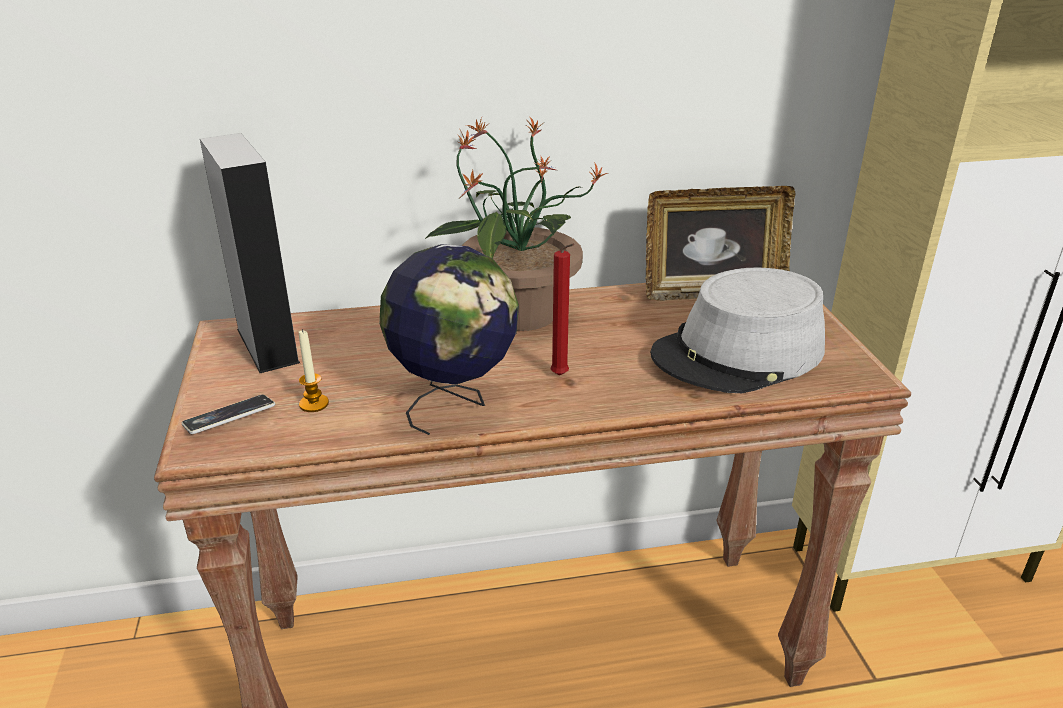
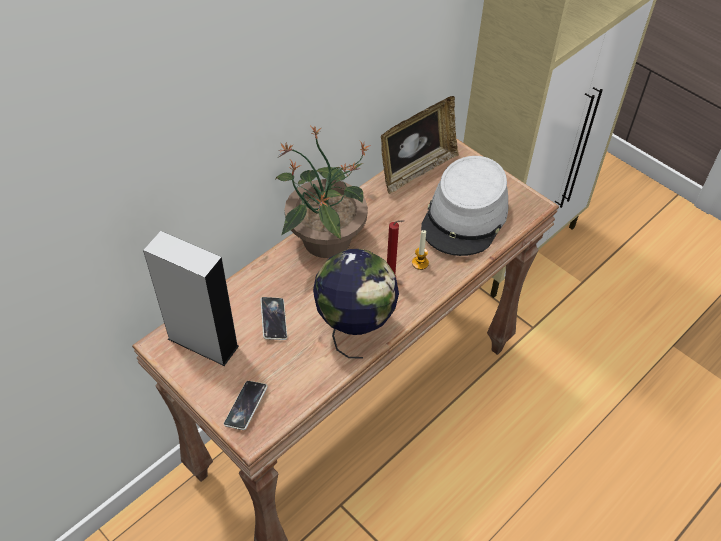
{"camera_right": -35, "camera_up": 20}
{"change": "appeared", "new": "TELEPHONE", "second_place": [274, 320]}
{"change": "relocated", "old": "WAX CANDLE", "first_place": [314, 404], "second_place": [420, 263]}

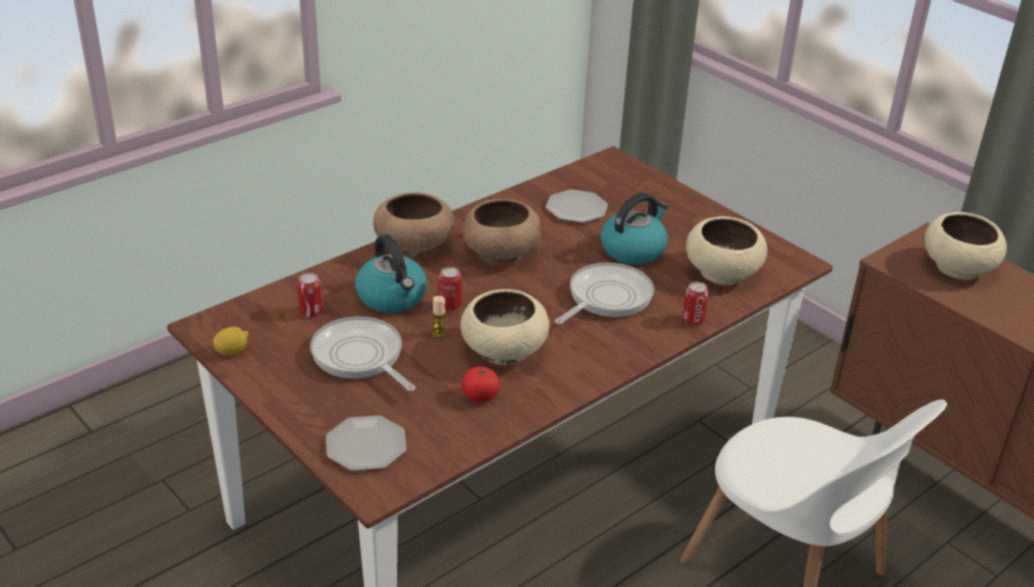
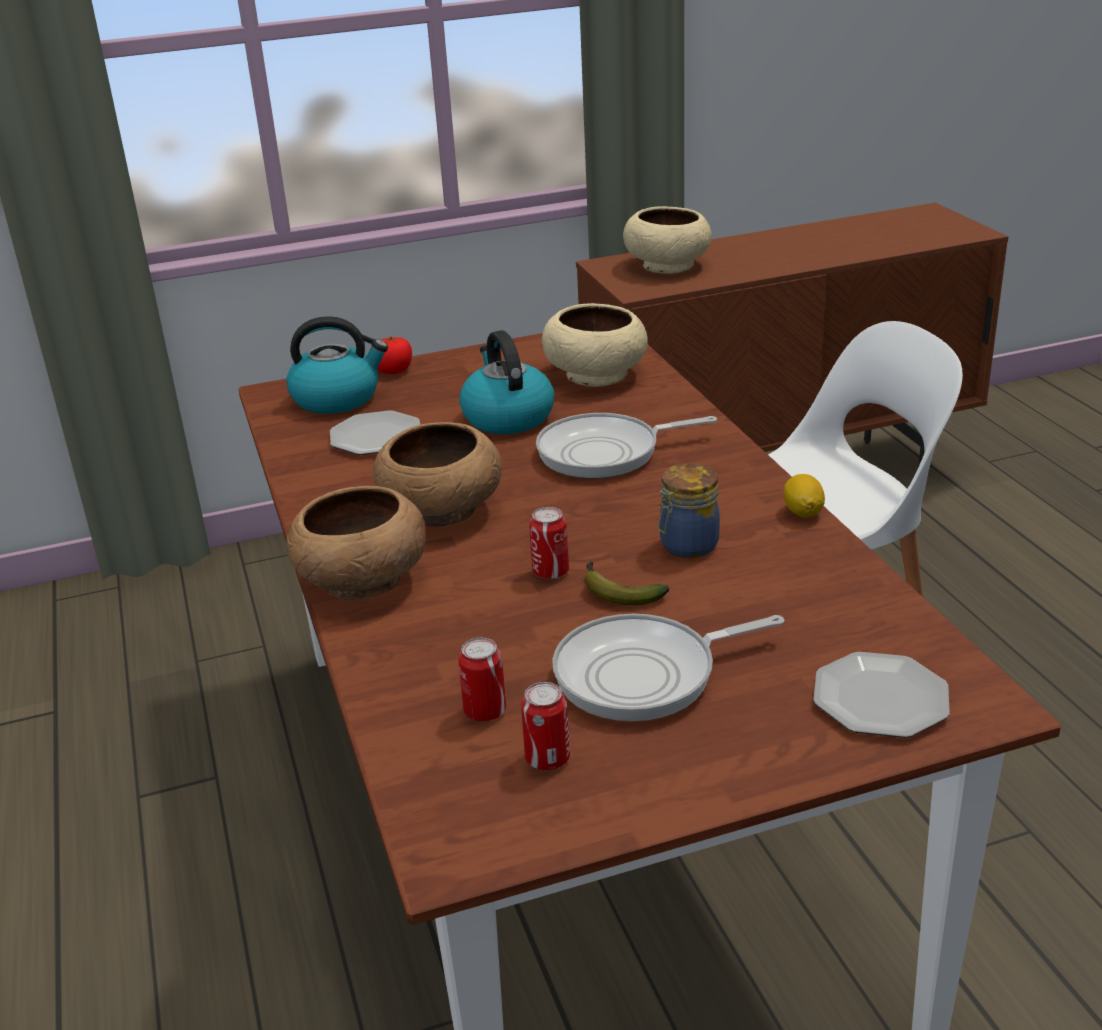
{"camera_right": -65, "camera_up": -5}
{"change": "relocated", "old": "LEMON", "first_place": [232, 351], "second_place": [803, 512]}
{"change": "relocated", "old": "TEA KETTLE", "first_place": [392, 297], "second_place": [337, 398]}
{"change": "relocated", "old": "WHOLE TOMATO", "first_place": [480, 396], "second_place": [394, 370]}
{"change": "relocated", "old": "CAN", "first_place": [693, 320], "second_place": [547, 758]}
{"change": "exchanged", "old": "WAX CANDLE", "new": "BANANA", "first_place": [439, 333], "second_place": [618, 592]}
{"change": "exchanged", "old": "SAND-COLOURED BOWL", "new": "STORAGE JAR", "first_place": [503, 350], "second_place": [687, 545]}
{"change": "spun", "old": "FRYING PAN", "first_place": [606, 298], "second_place": [606, 453], "degrees": -75}

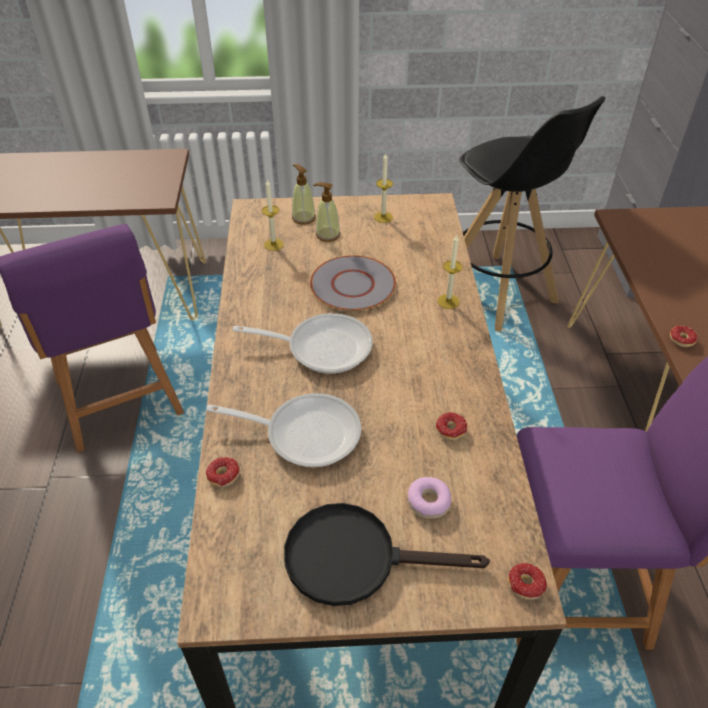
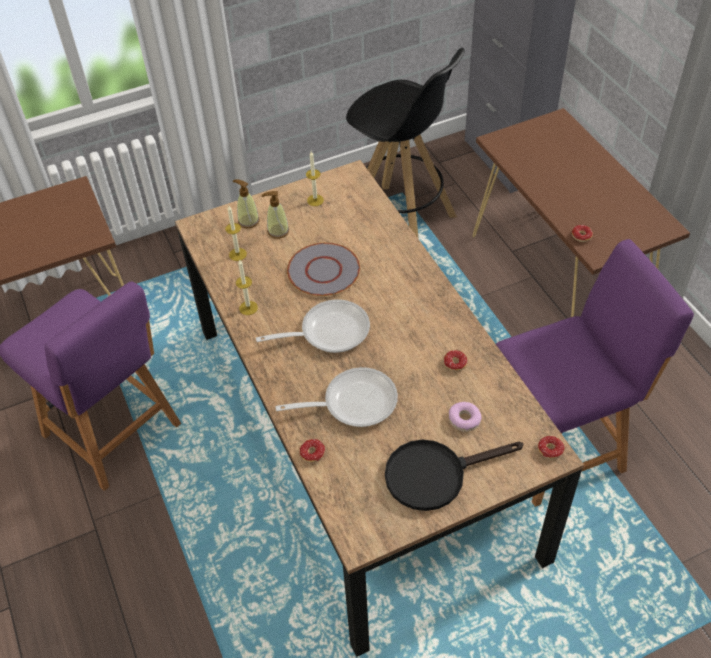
{"camera_right": -20, "camera_up": 5}
{"change": "relocated", "old": "WAX CANDLE", "first_place": [448, 301], "second_place": [248, 308]}

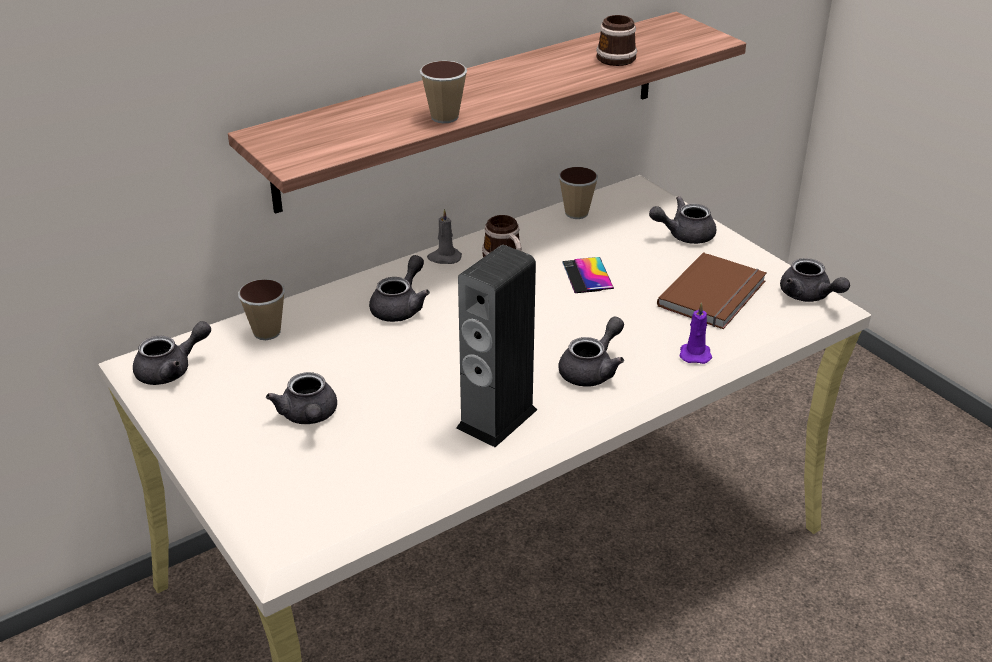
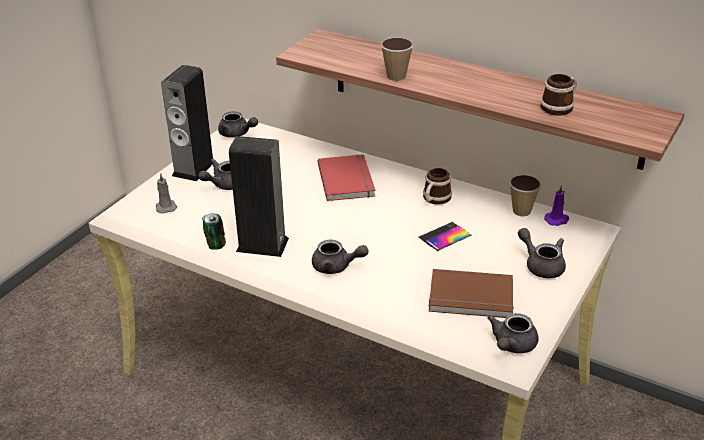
{"camera_right": 65, "camera_up": 0}
{"change": "missing", "old": "CUP", "first_place": [267, 332]}
{"change": "appeared", "new": "AUDIO SPEAKER", "second_place": [194, 168]}
{"change": "appeared", "new": "CAN", "second_place": [215, 245]}
{"change": "relocated", "old": "GREY WAX CANDLE", "first_place": [444, 258], "second_place": [165, 207]}
{"change": "relocated", "old": "PURPLISH WAX CANDLE", "first_place": [695, 354], "second_place": [557, 220]}
{"change": "exchanged", "old": "GREY TEA POT", "new": "RED-COLOURED BOUND BOOK", "first_place": [401, 307], "second_place": [348, 179]}

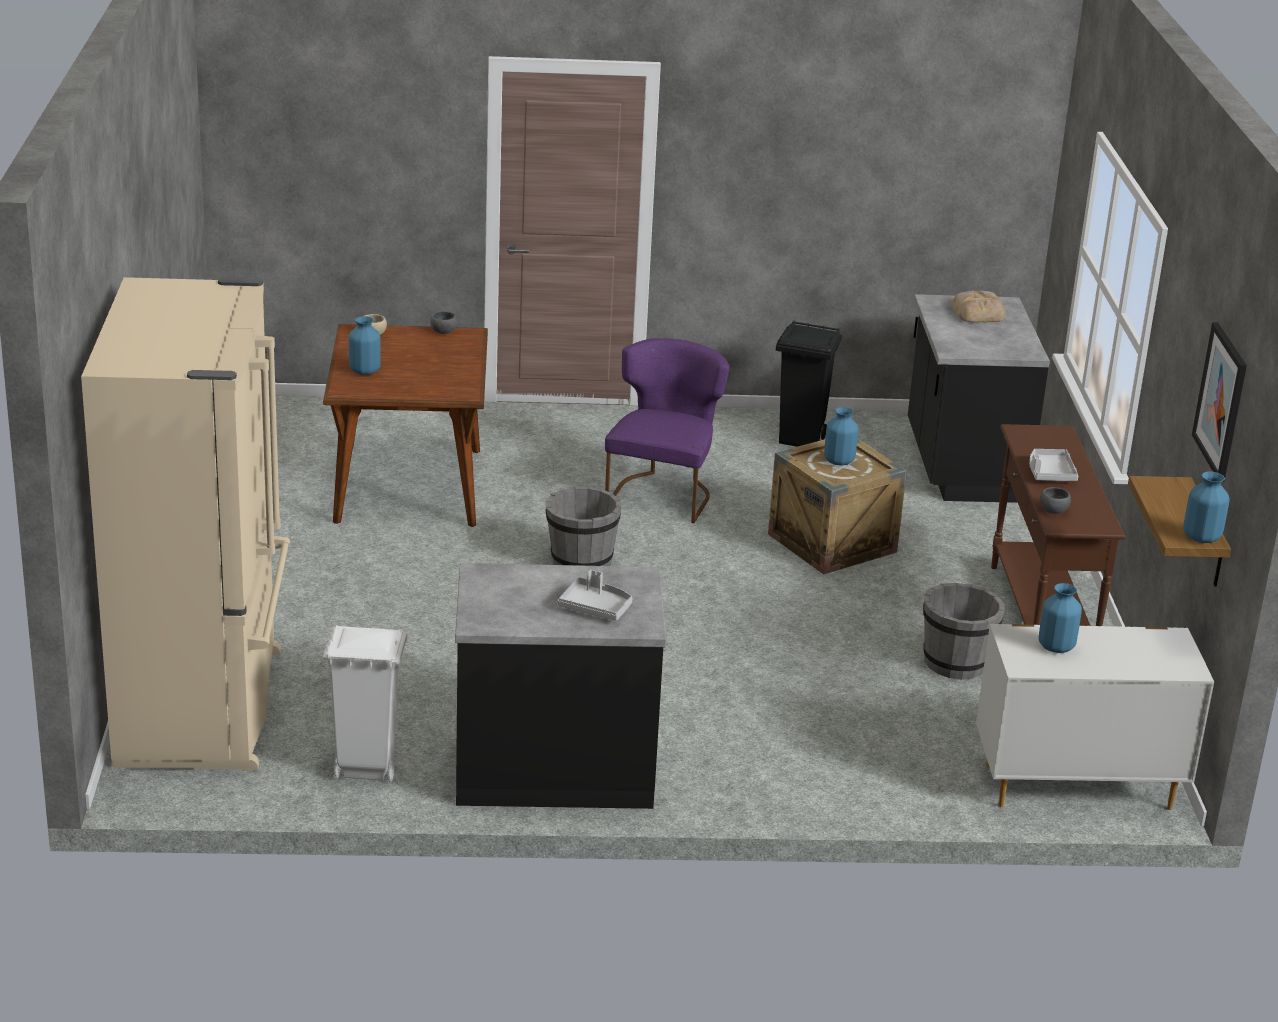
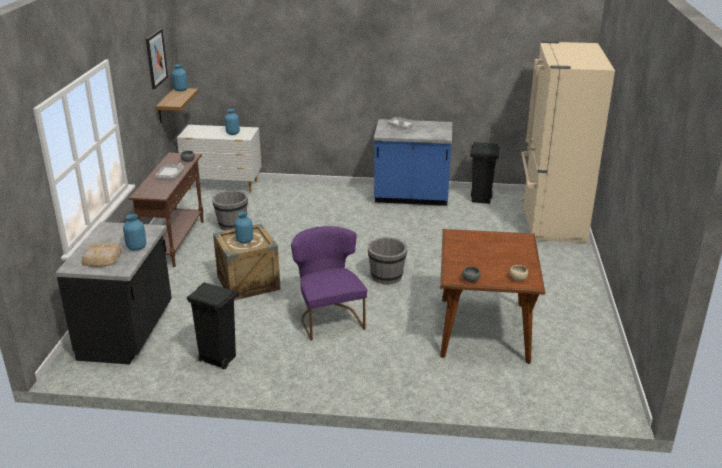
{"camera_right": -170, "camera_up": 0}
{"change": "relocated", "old": "BLUE-COLOURED DECORATIVE VASE", "first_place": [365, 371], "second_place": [136, 247]}
{"change": "colour", "old": "WHITE-COLOURED WASTE BIN", "new": "BLACK WASTE BIN", "first_place": [365, 769], "second_place": [481, 199]}
{"change": "colour", "old": "BLACK COUNTER", "new": "BLUE-COLOURED COUNTER", "first_place": [554, 768], "second_place": [411, 197]}
{"change": "spun", "old": "PURPLISH UPRIGHT CHAIR", "first_place": [663, 493], "second_place": [329, 318], "degrees": 135}

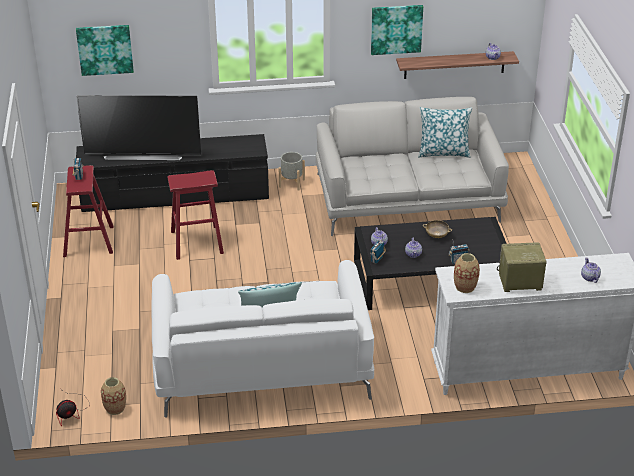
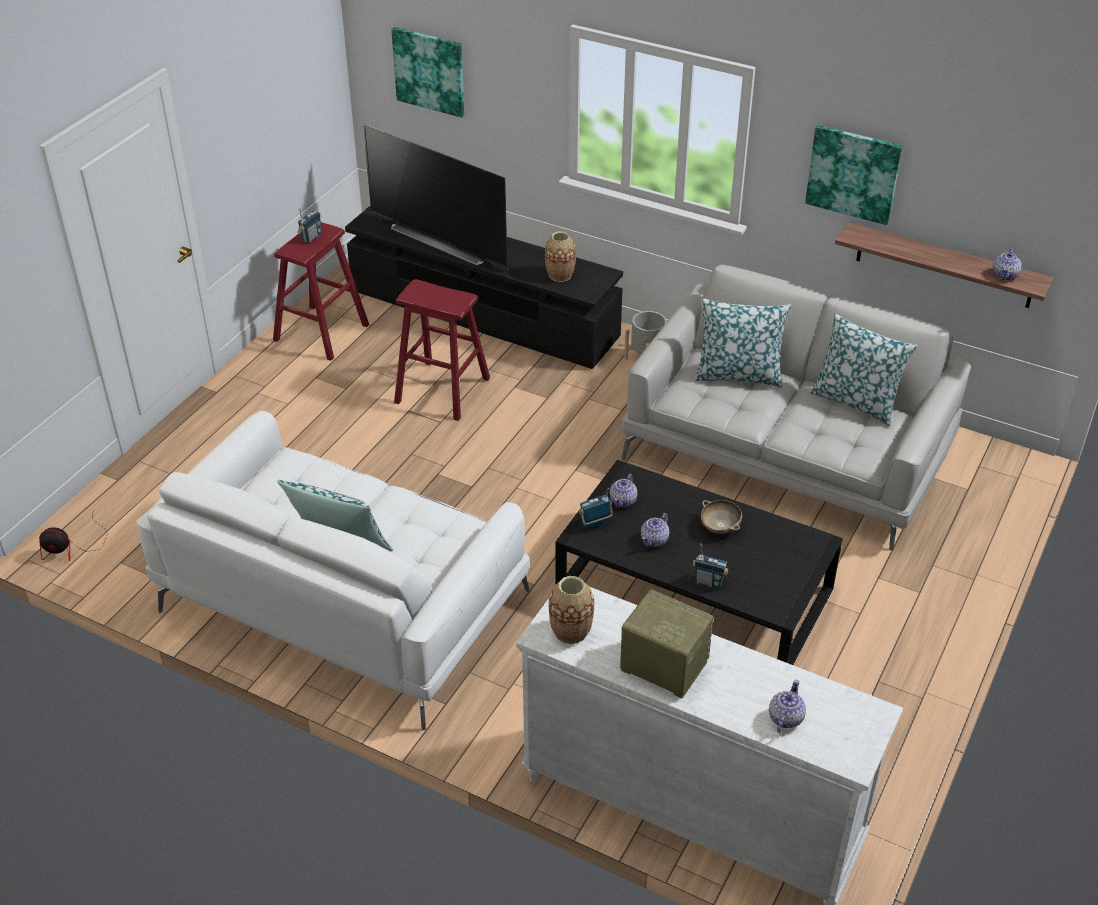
{"camera_right": 35, "camera_up": 5}
{"change": "appeared", "new": "THROW PILLOW", "second_place": [738, 375]}
{"change": "relocated", "old": "DECORATIVE VASE", "first_place": [115, 408], "second_place": [560, 275]}

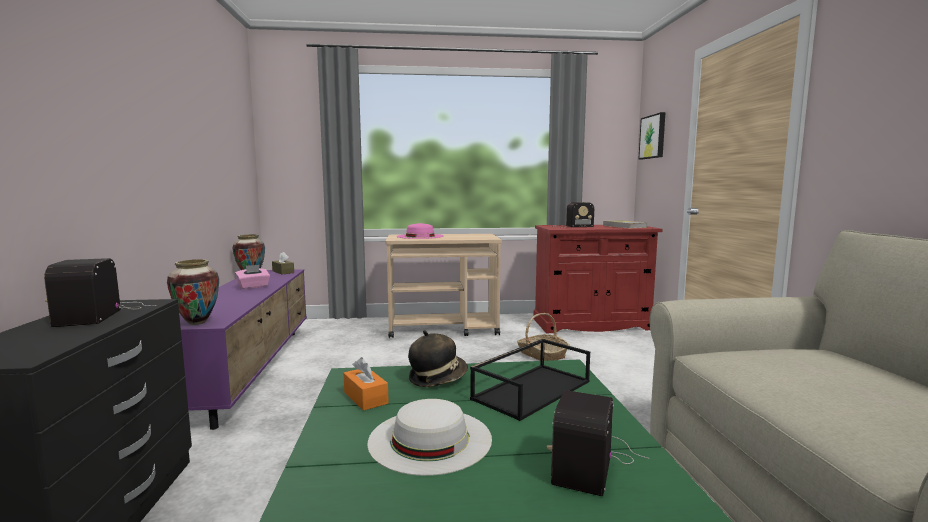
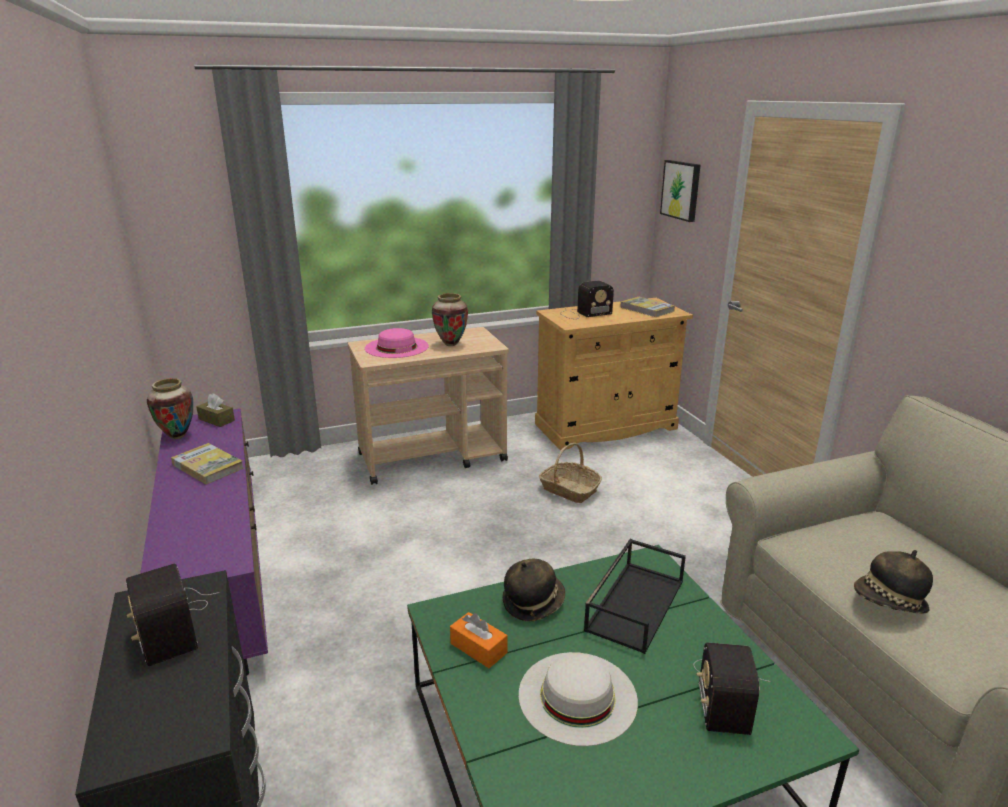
{"camera_right": -15, "camera_up": 15}
{"change": "appeared", "new": "CLOTHING HAT", "second_place": [889, 602]}
{"change": "relocated", "old": "DECORATIVE VASE", "first_place": [197, 323], "second_place": [451, 344]}
{"change": "exchanged", "old": "PINK-COLOURED TISSUE HOLDER", "new": "BOUND BOOK", "first_place": [253, 287], "second_place": [208, 466]}
{"change": "colour", "old": "RED-COLOURED CUPBOARD", "new": "SAND-COLOURED CUPBOARD", "first_place": [591, 324], "second_place": [606, 427]}

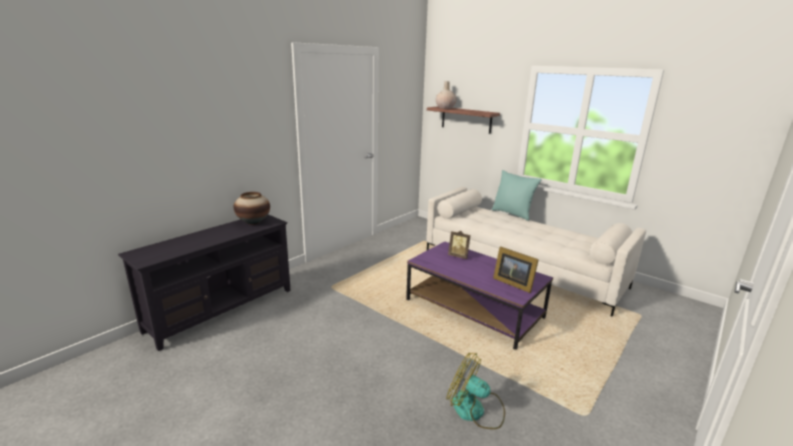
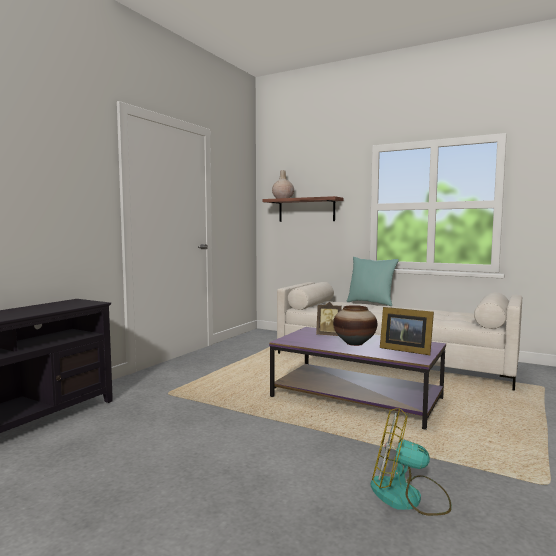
{"camera_right": -10, "camera_up": -15}
{"change": "relocated", "old": "DECORATIVE VASE", "first_place": [253, 222], "second_place": [354, 343]}

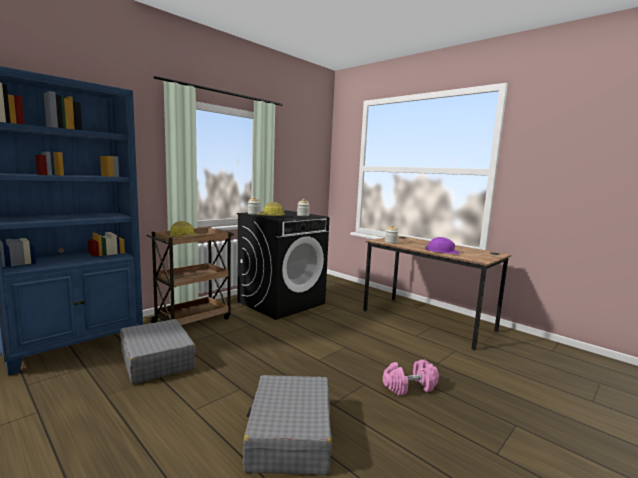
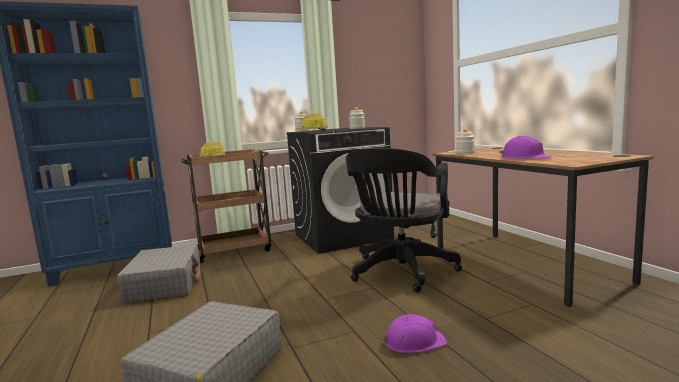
{"camera_right": 25, "camera_up": 0}
{"change": "appeared", "new": "BLACK OFFICE CHAIR", "second_place": [401, 272]}
{"change": "exchanged", "old": "PINK-COLOURED DUMBBELL", "new": "PURPLISH HARD HAT", "first_place": [409, 387], "second_place": [414, 342]}

